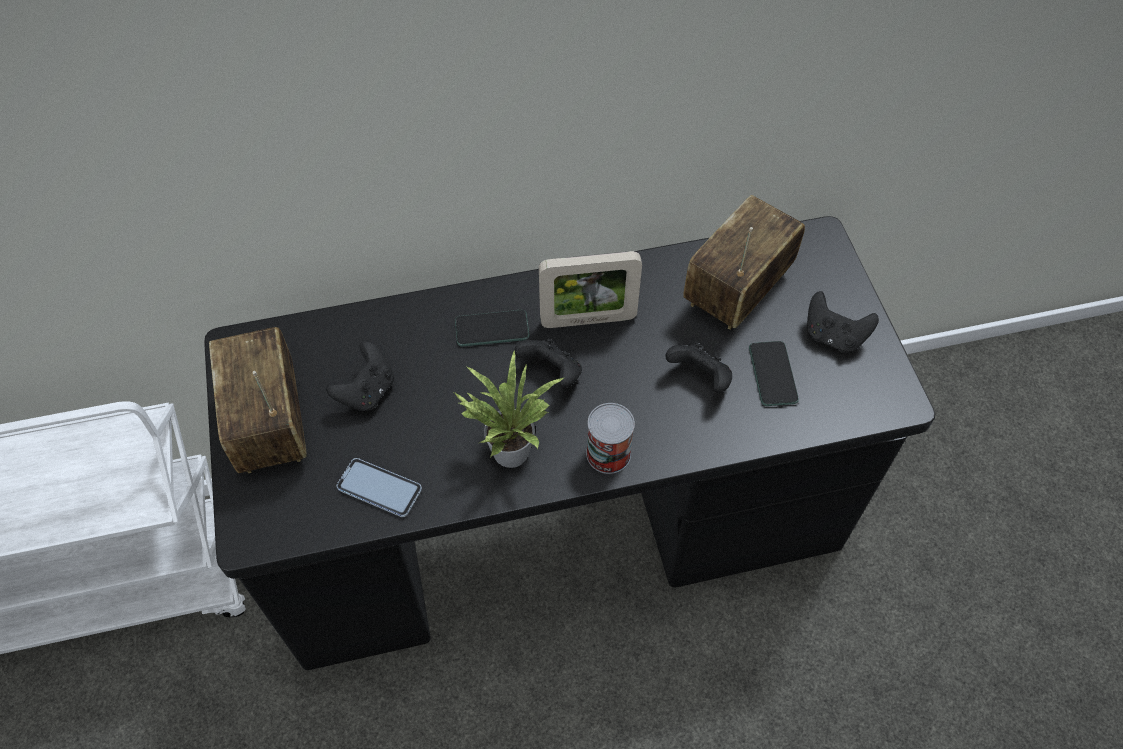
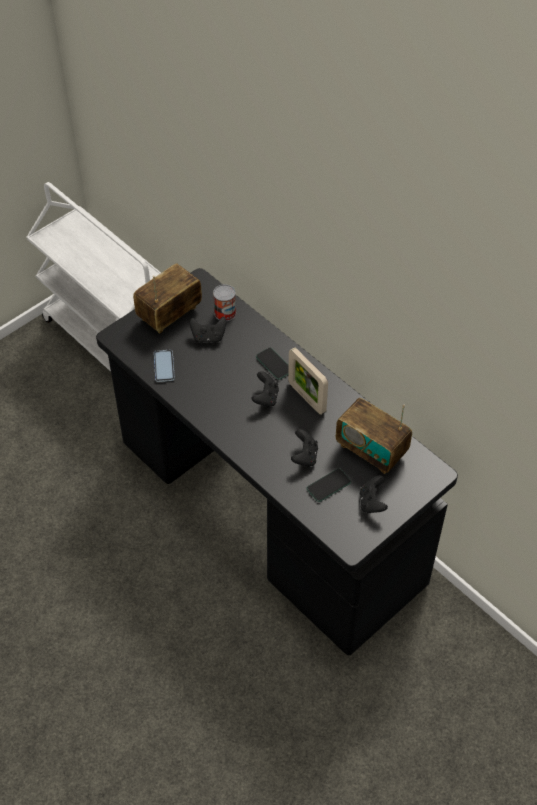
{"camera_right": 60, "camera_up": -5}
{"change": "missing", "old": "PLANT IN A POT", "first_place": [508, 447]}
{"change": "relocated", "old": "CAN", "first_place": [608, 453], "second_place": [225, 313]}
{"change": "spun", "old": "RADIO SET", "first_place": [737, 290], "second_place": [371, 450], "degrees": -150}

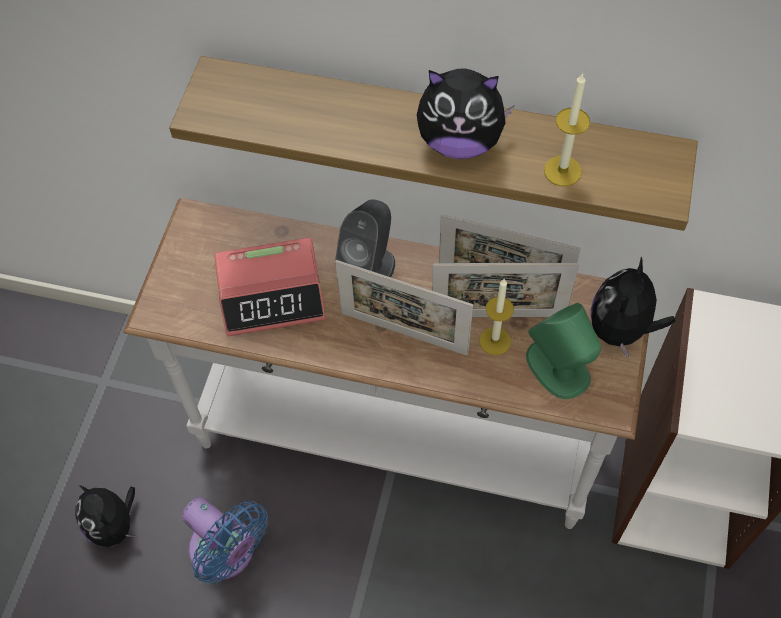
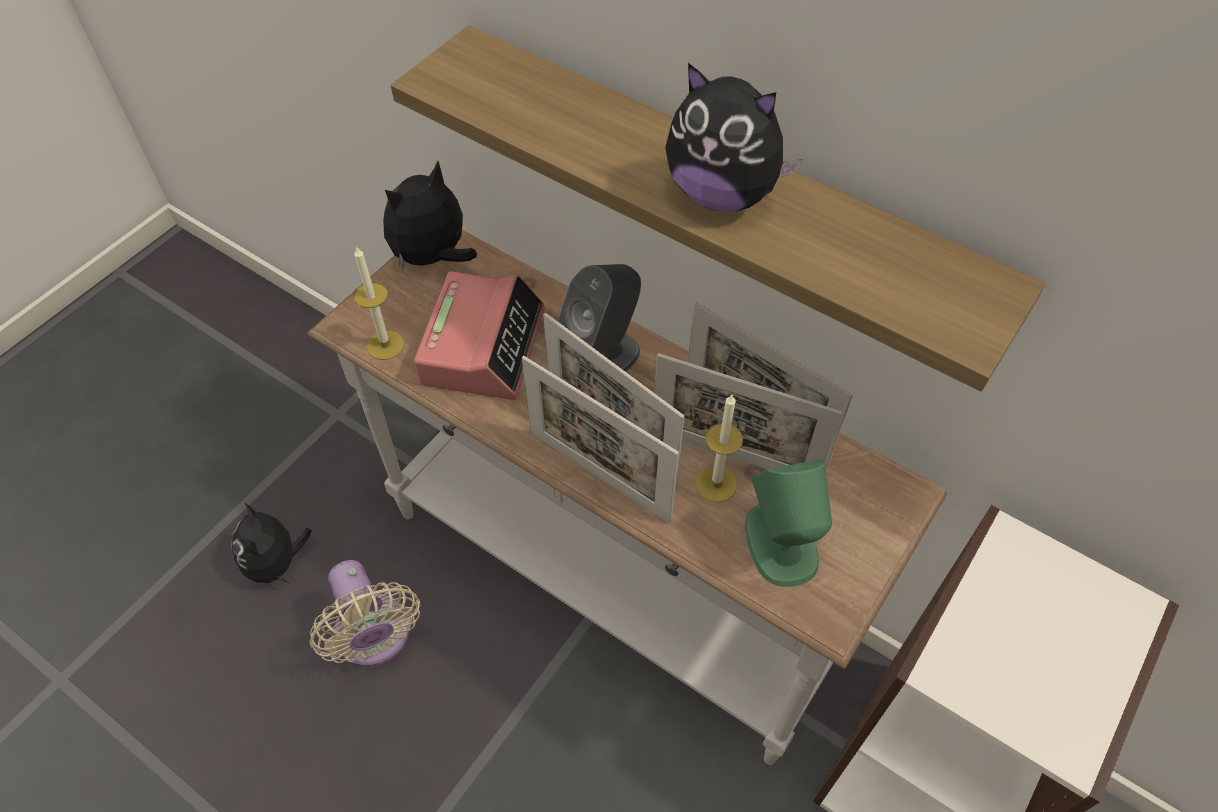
{"camera_right": 20, "camera_up": -5}
{"change": "appeared", "new": "PHOTO FRAME", "second_place": [598, 476]}
{"change": "relocated", "old": "WAX CANDLE", "first_place": [562, 171], "second_place": [385, 345]}
{"change": "relocated", "old": "PLUSH TOY", "first_place": [621, 330], "second_place": [433, 257]}
{"change": "colour", "old": "BLUE-COLOURED ELECTRIC FAN", "new": "SAND-COLOURED ELECTRIC FAN", "first_place": [227, 553], "second_place": [375, 638]}
{"change": "spun", "old": "ALARM CLOCK", "first_place": [272, 294], "second_place": [483, 346], "degrees": -90}

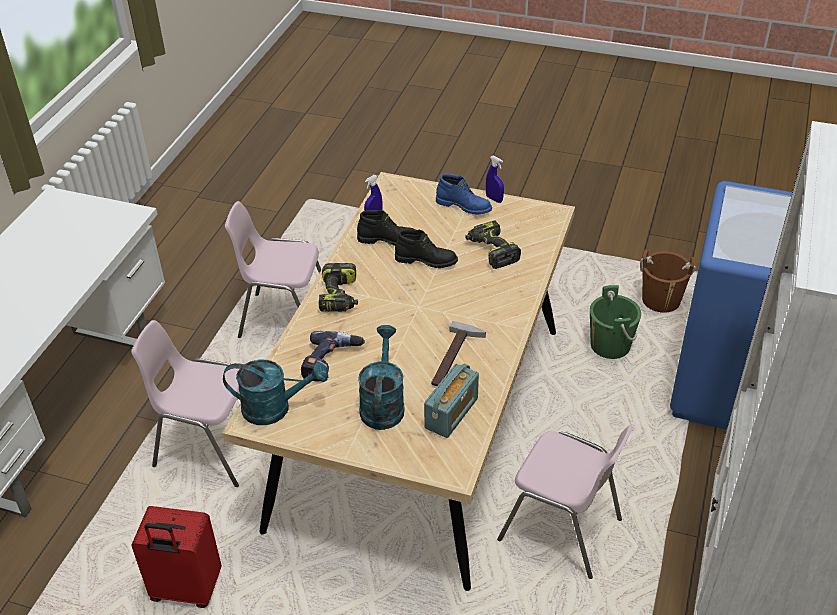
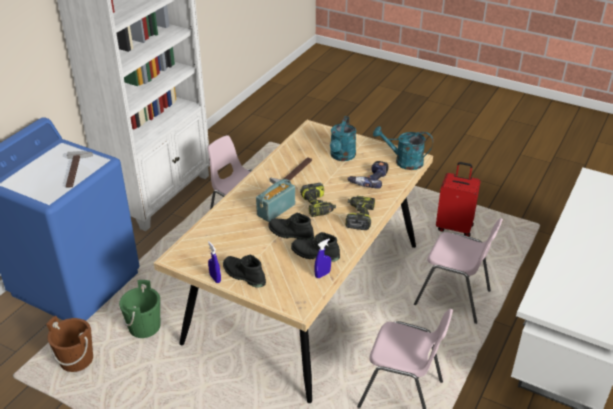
{"camera_right": -170, "camera_up": -5}
{"change": "appeared", "new": "HAMMER", "second_place": [77, 171]}
{"change": "relocated", "old": "RADIO SET", "first_place": [451, 413], "second_place": [276, 210]}
{"change": "relocated", "old": "DRILL", "first_place": [491, 251], "second_place": [318, 206]}
{"change": "colour", "old": "BLUE-COLOURED TALL BOOT", "new": "BLACK TALL BOOT", "first_place": [464, 206], "second_place": [243, 275]}

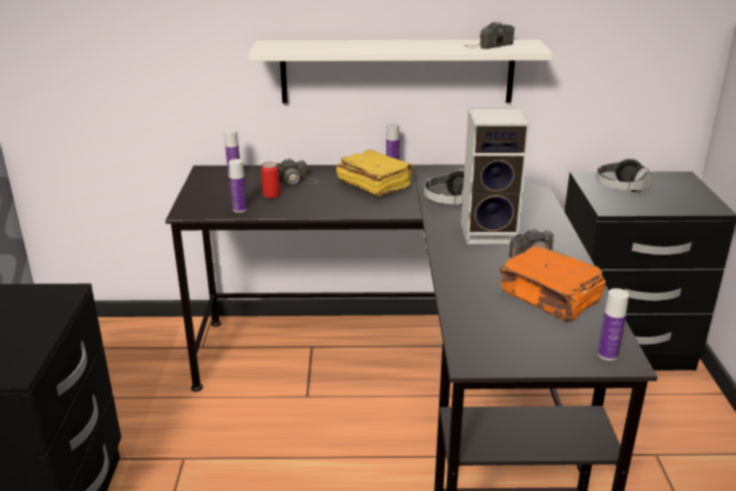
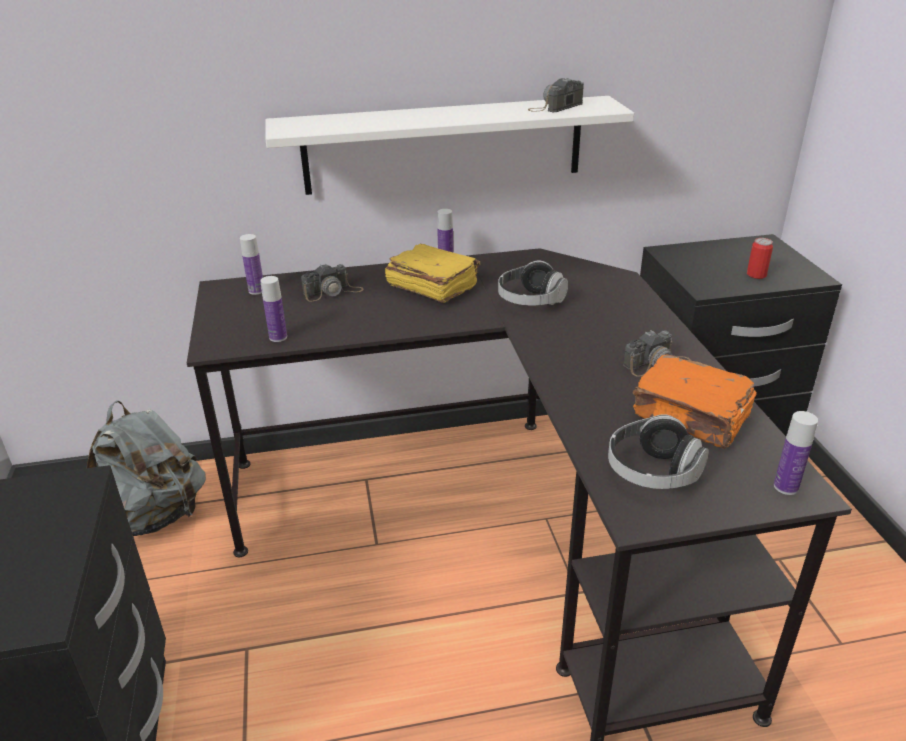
{"camera_right": -10, "camera_up": 5}
{"change": "missing", "old": "AUDIO SPEAKER", "first_place": [490, 232]}
{"change": "appeared", "new": "GREY RUCKSACK", "second_place": [154, 517]}
{"change": "relocated", "old": "CAN", "first_place": [271, 195], "second_place": [756, 275]}
{"change": "relocated", "old": "HEADPHONES", "first_place": [620, 188], "second_place": [652, 471]}

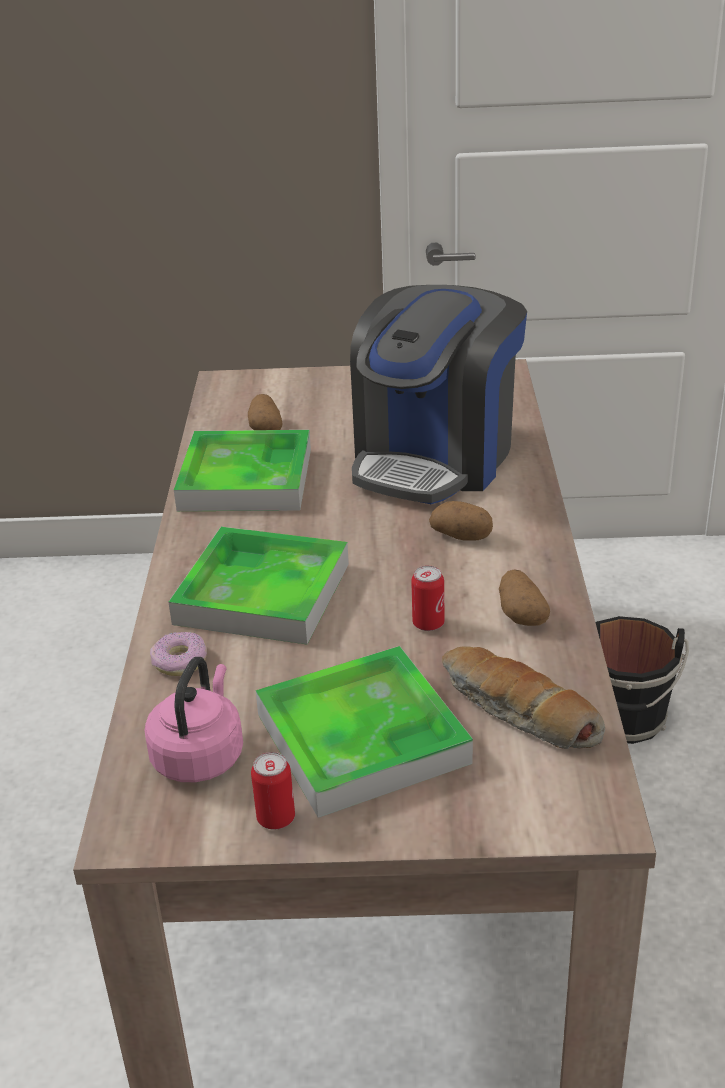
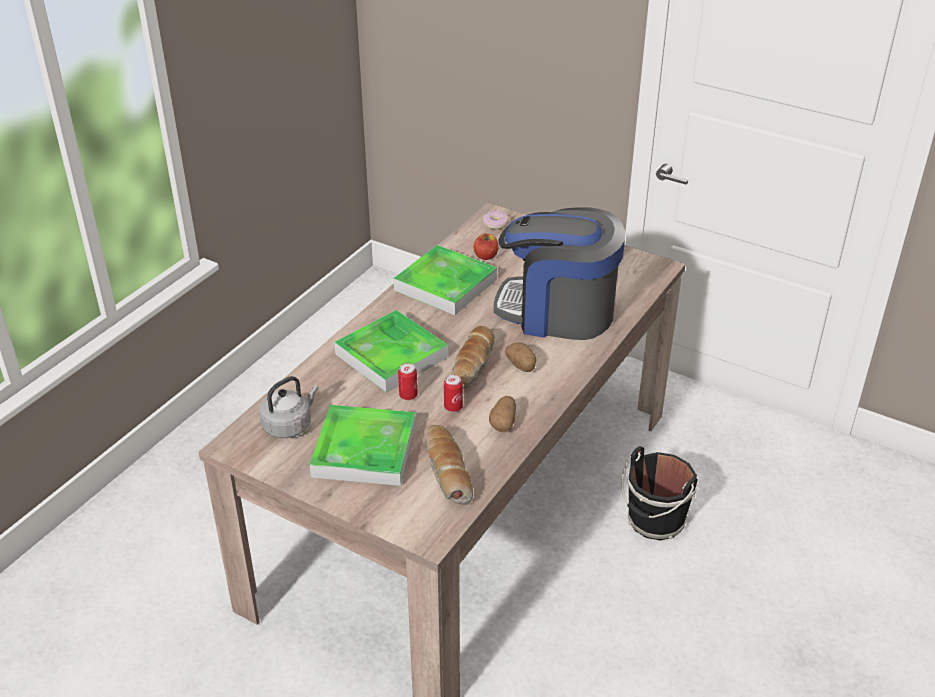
{"camera_right": 30, "camera_up": 5}
{"change": "appeared", "new": "BREAD", "second_place": [473, 366]}
{"change": "relocated", "old": "RING DOUGHNUT", "first_place": [180, 661], "second_place": [495, 224]}
{"change": "relocated", "old": "CAN", "first_place": [276, 818], "second_place": [408, 395]}
{"change": "exchanged", "old": "SPUD", "new": "APPLE", "first_place": [266, 429], "second_place": [486, 256]}
{"change": "colour", "old": "PINK-COLOURED TEA KETTLE", "new": "GREY TEA KETTLE", "first_place": [200, 755], "second_place": [289, 425]}
{"change": "spun", "old": "COFFEE MAKER", "first_place": [435, 458], "second_place": [557, 312], "degrees": 45}

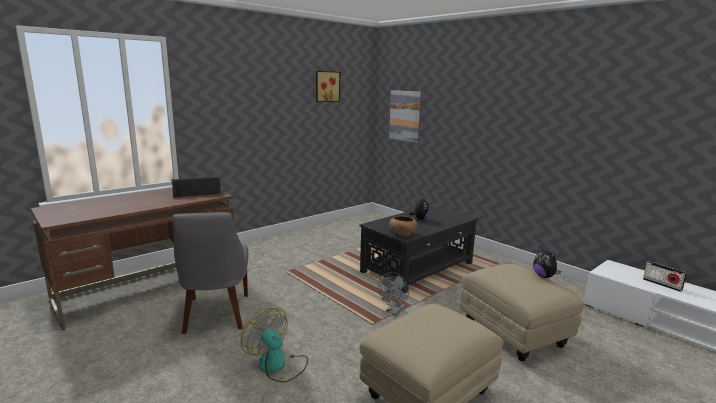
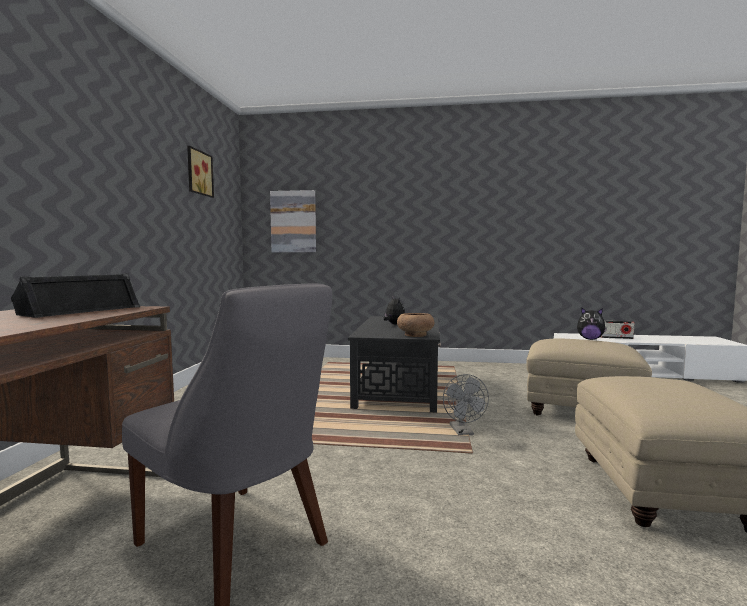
{"camera_right": -40, "camera_up": -10}
{"change": "missing", "old": "ELECTRIC FAN", "first_place": [277, 365]}

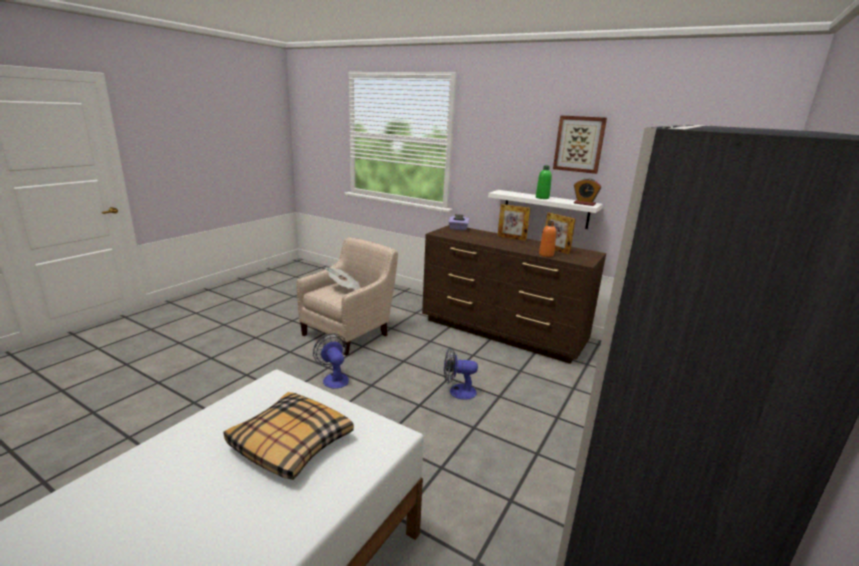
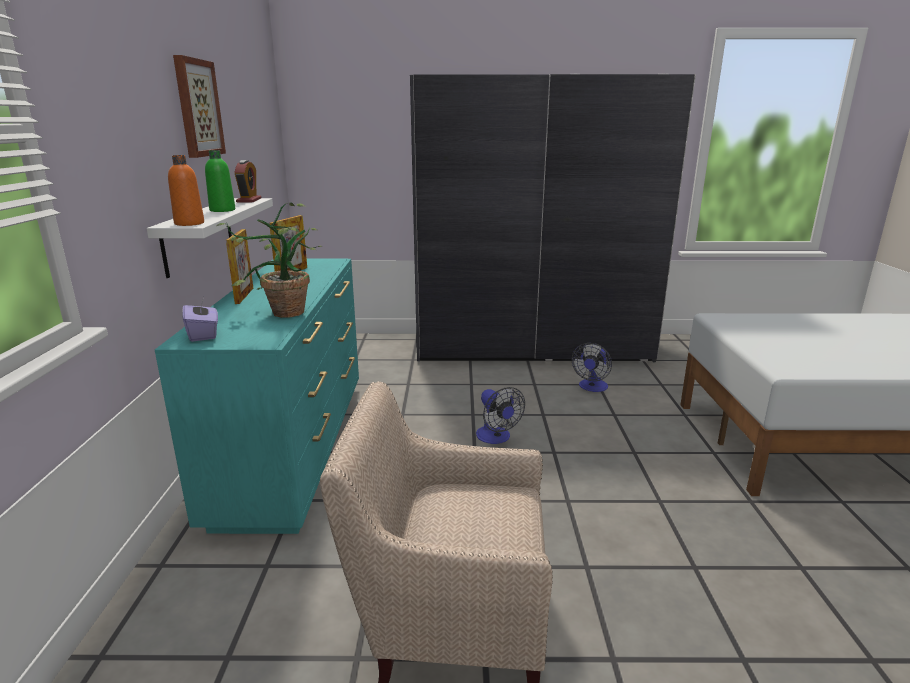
{"camera_right": -120, "camera_up": 0}
{"change": "missing", "old": "THROW PILLOW", "first_place": [290, 444]}
{"change": "missing", "old": "NEWSPAPER", "first_place": [345, 288]}
{"change": "appeared", "new": "PLANT IN A POT", "second_place": [281, 315]}
{"change": "relocated", "old": "ELECTRIC FAN", "first_place": [334, 378], "second_place": [592, 387]}
{"change": "relocated", "old": "ORANGEY BEVERAGE BOTTLE", "first_place": [546, 255], "second_place": [189, 223]}
{"change": "colour", "old": "BROWN DRESSER", "new": "TURQUOISE-COLOURED DRESSER", "first_place": [502, 332], "second_place": [296, 447]}

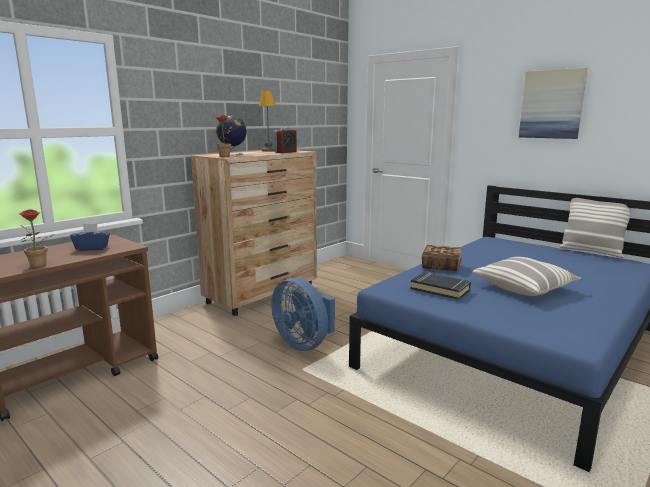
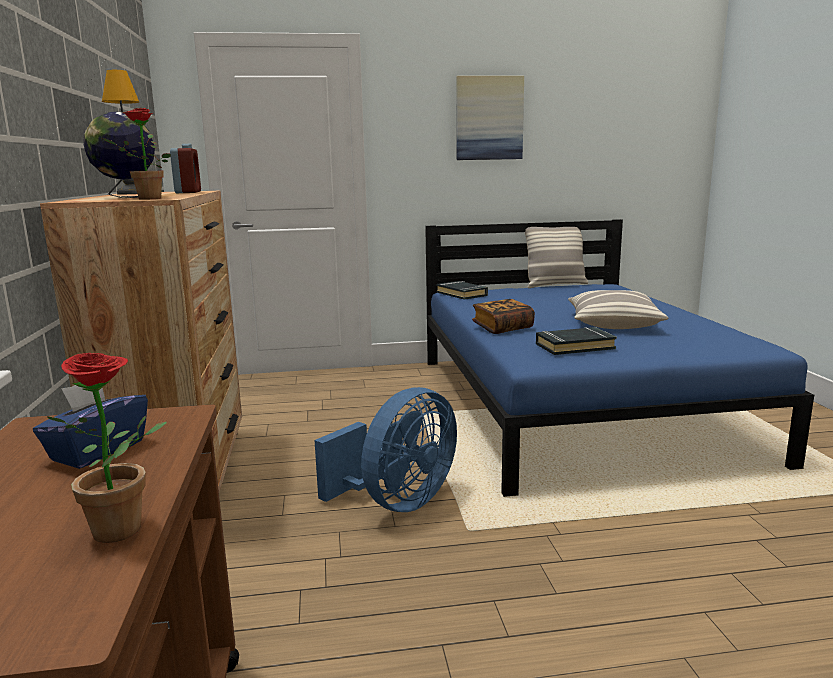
{"camera_right": -50, "camera_up": 0}
{"change": "appeared", "new": "BLACK BOUND BOOK", "second_place": [462, 294]}
{"change": "spun", "old": "BLUE-COLOURED ELECTRIC FAN", "first_place": [304, 343], "second_place": [397, 502], "degrees": -45}

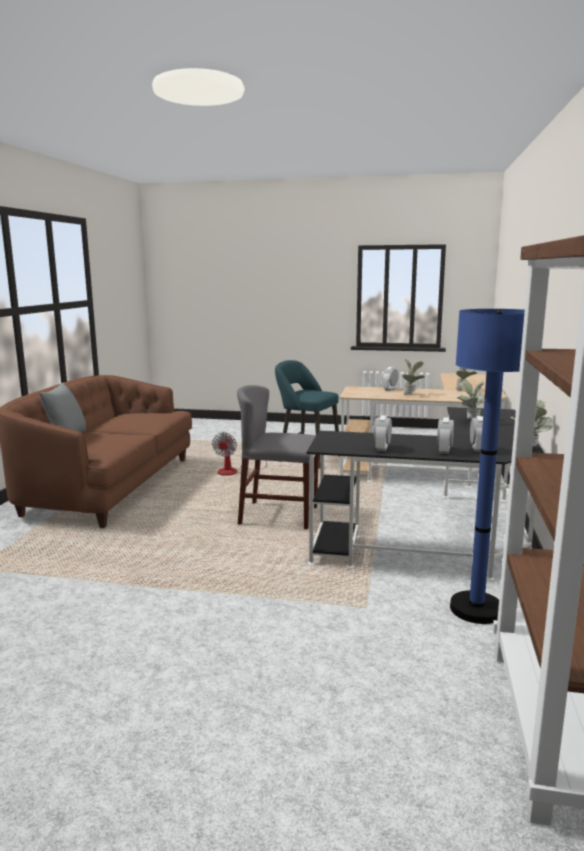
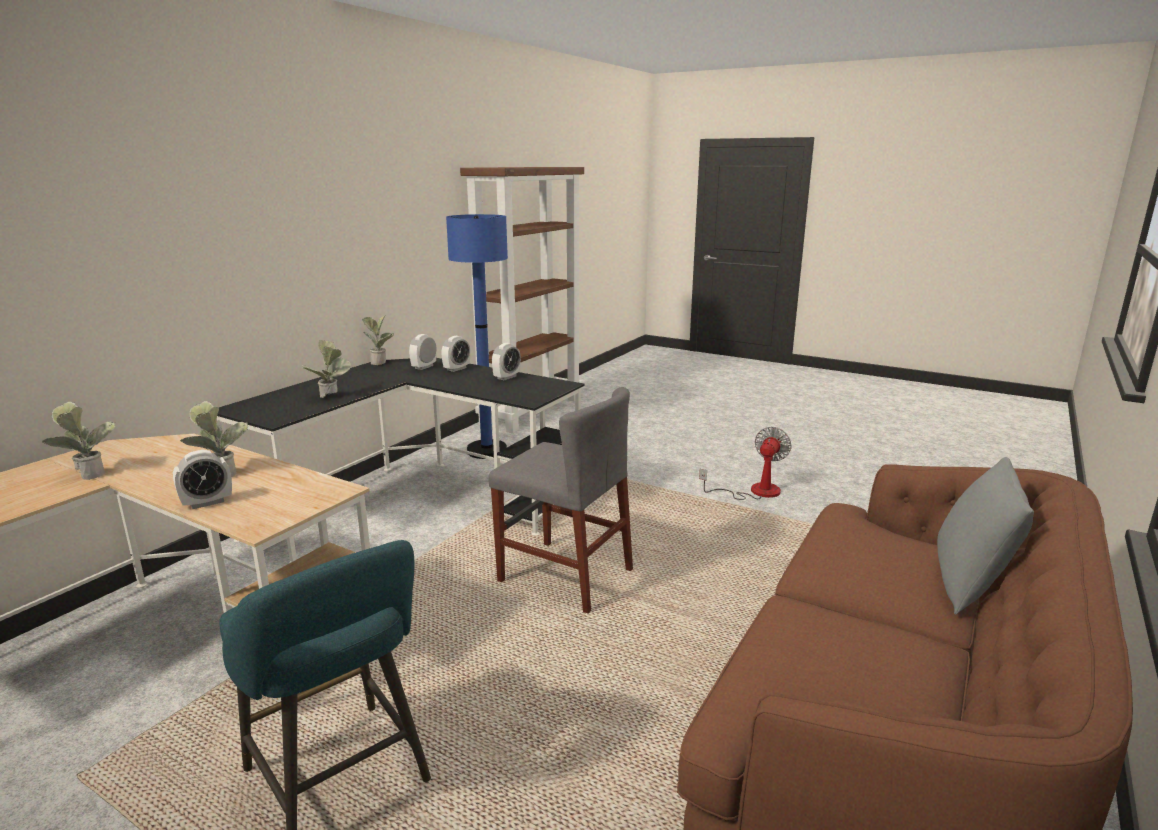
{"camera_right": -160, "camera_up": 5}
{"change": "relocated", "old": "ELECTRIC FAN", "first_place": [234, 471], "second_place": [754, 492]}

